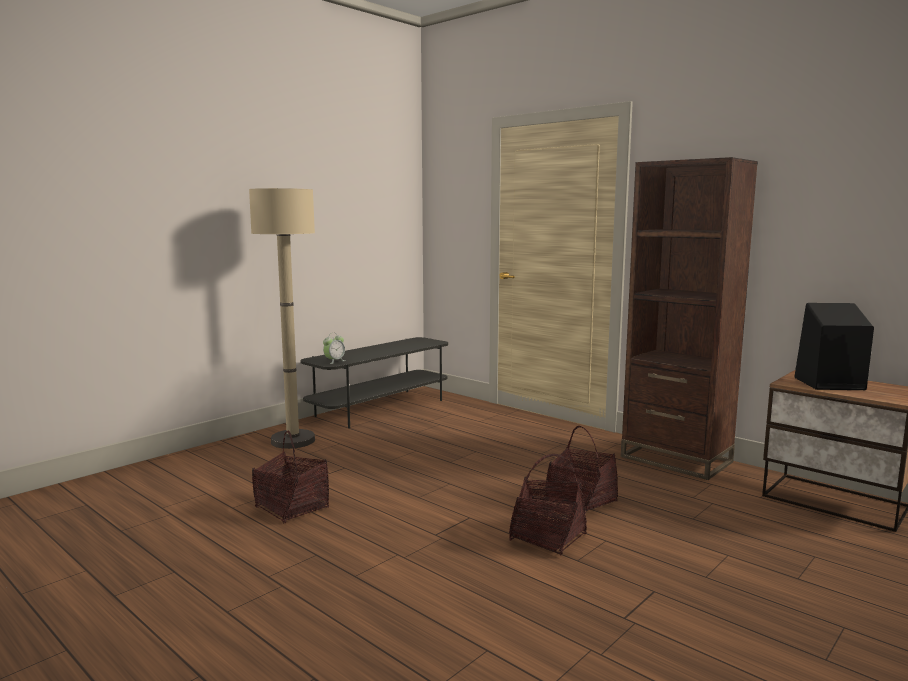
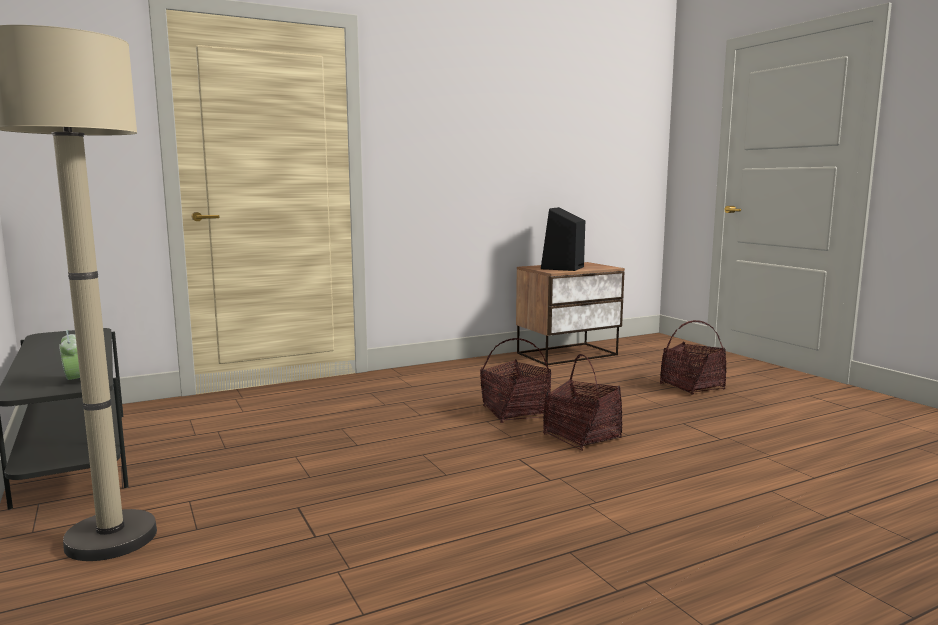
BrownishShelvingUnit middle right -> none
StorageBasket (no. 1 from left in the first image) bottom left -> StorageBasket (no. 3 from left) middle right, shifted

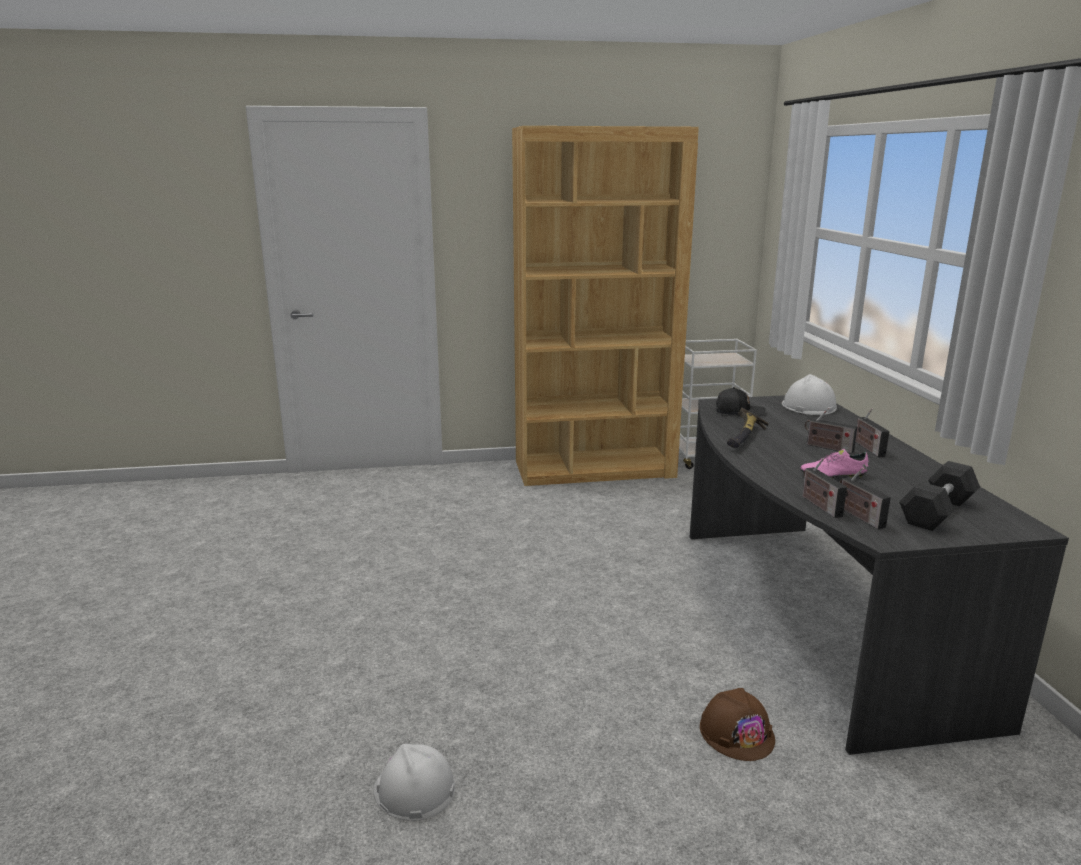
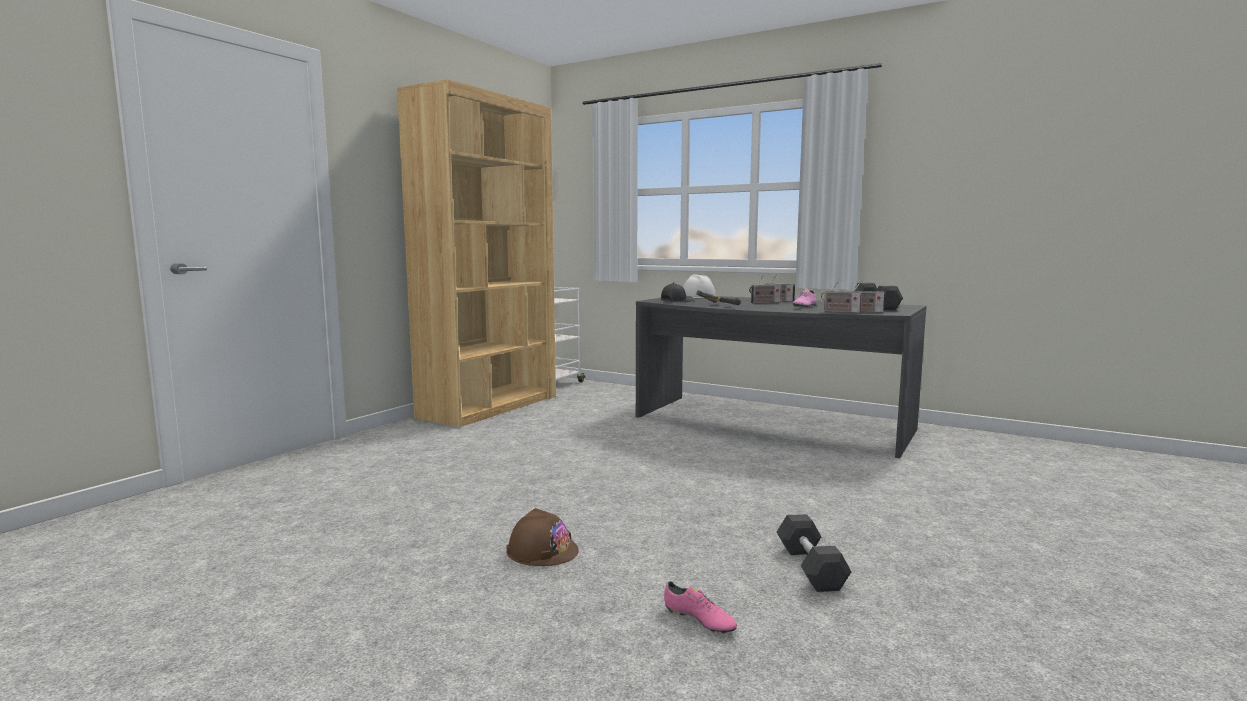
BrownishSafetyHelmet bottom right -> BrownishSafetyHelmet bottom centre, shifted
WhiteColouredSafetyHelmet (no. 1 from left) bottom centre -> GreyishDumbbell (no. 1 from left) bottom centre
none -> PinkColouredItemOfFootwear (no. 1 from left) bottom centre

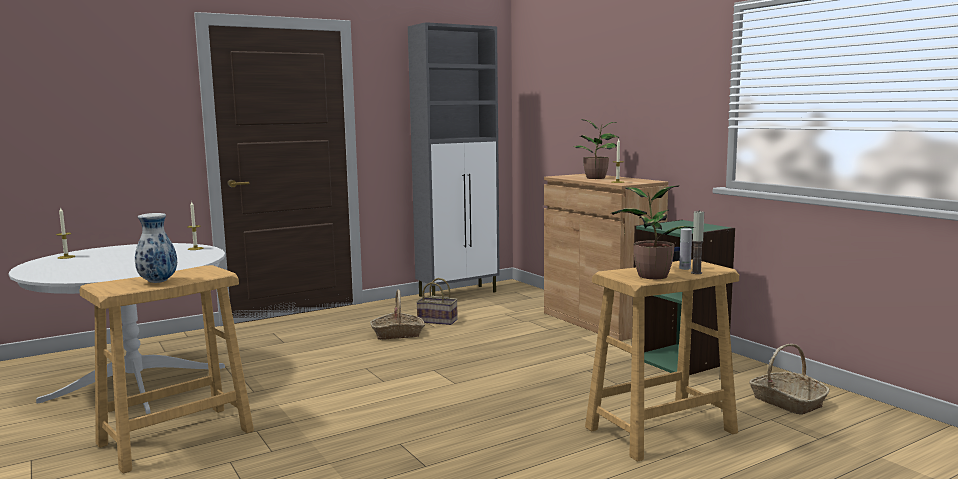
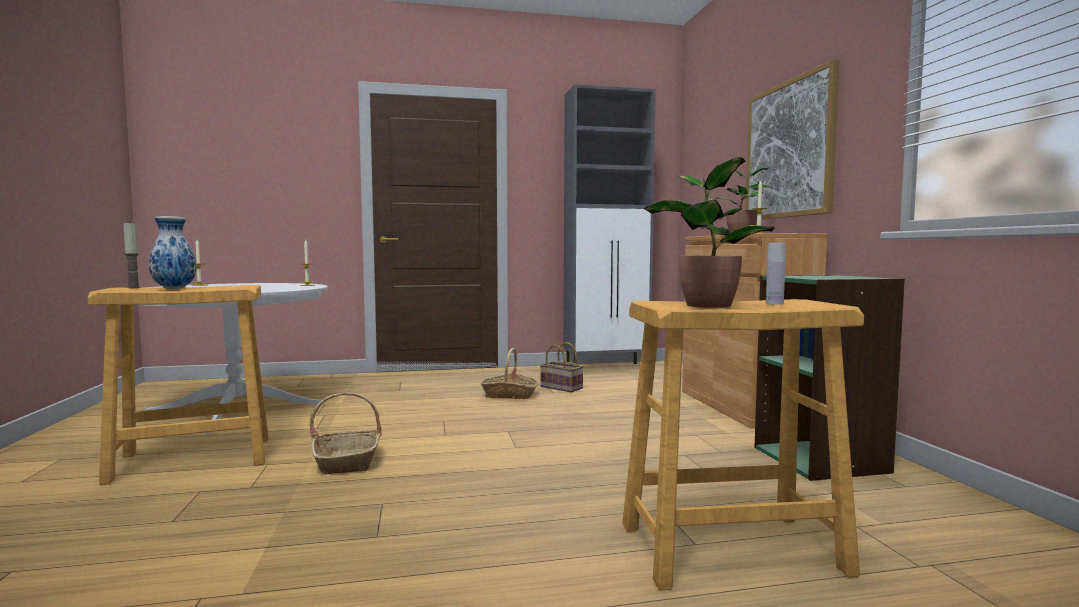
Candle (no. 4 from left in the first image) middle right -> Candle (no. 1 from left) middle left, shifted
StorageBasket (no. 3 from left in the first image) bottom right -> StorageBasket (no. 1 from left) bottom left, shifted
none -> Picture top right

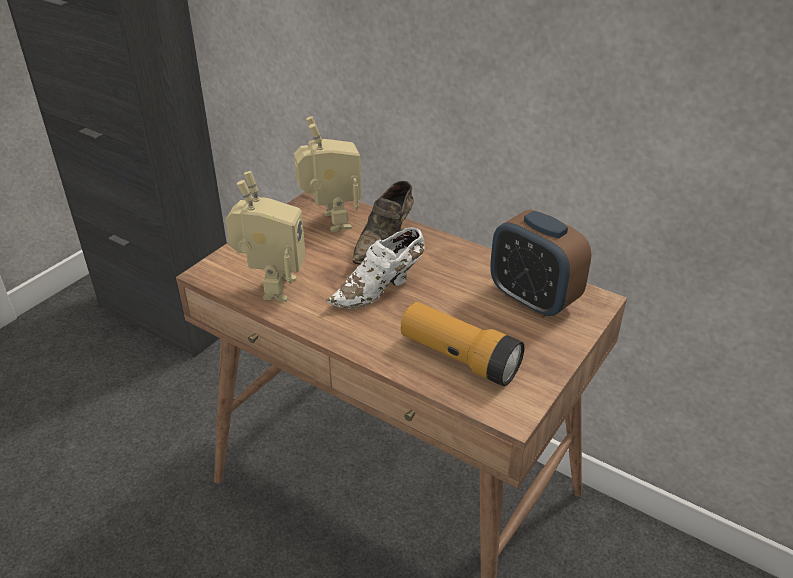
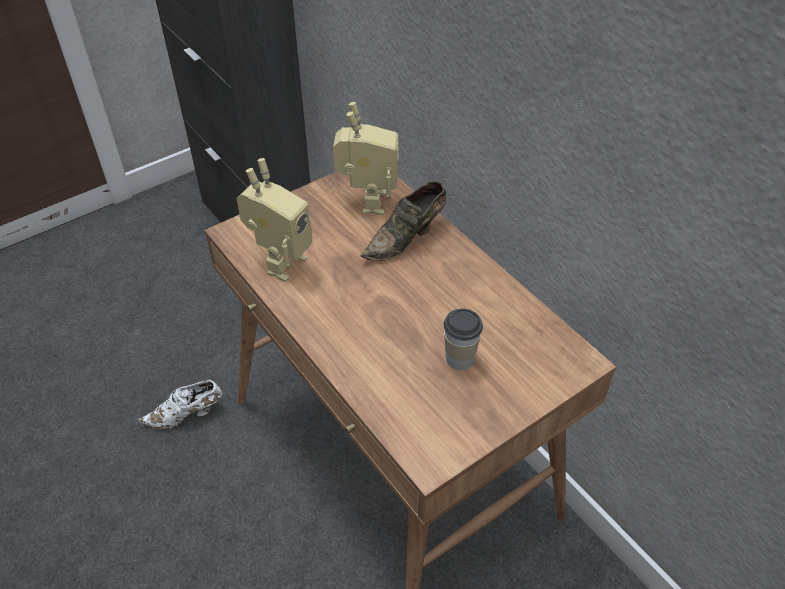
AlarmClock middle right -> none
WhiteColouredItemOfFootwear centre -> WhiteColouredItemOfFootwear bottom left, shifted
Flashlight centre -> none
none -> SmallCup centre

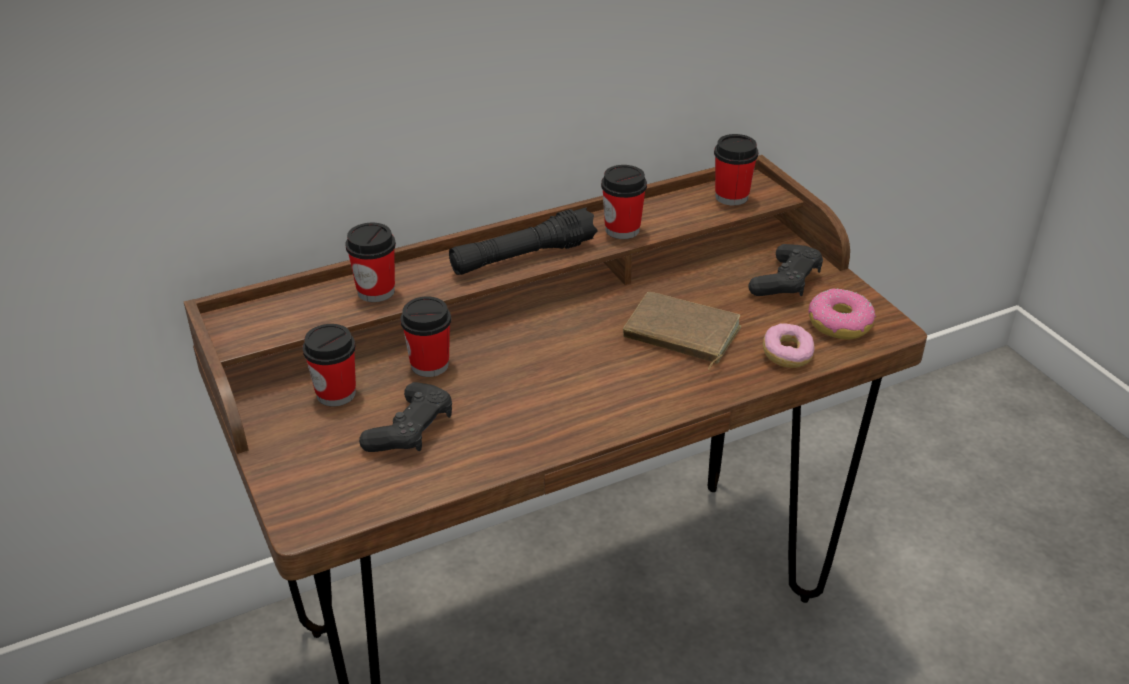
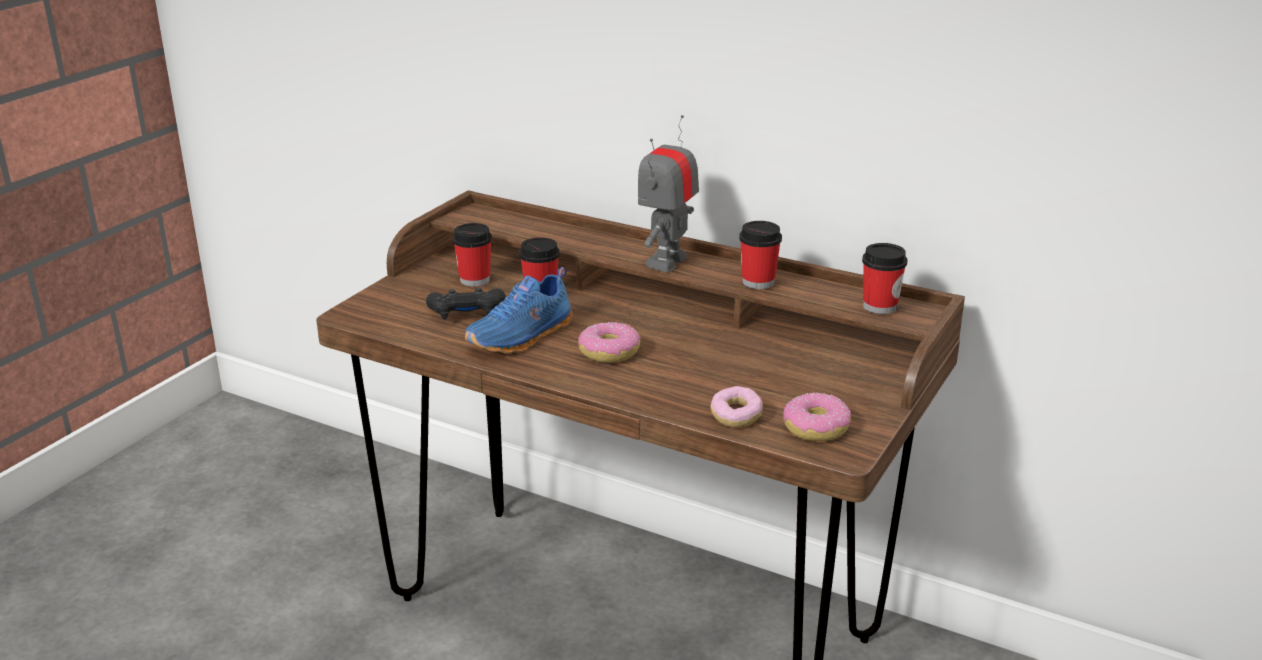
BlackFlashlight centre -> ToyRobot top centre
SmallCup (no. 2 from left) middle left -> none
BlackGamepad (no. 2 from left) middle right -> none
BrownishVolume centre -> none
none -> BlueColouredItemOfFootwear centre
none -> Doughnut (no. 1 from left) centre

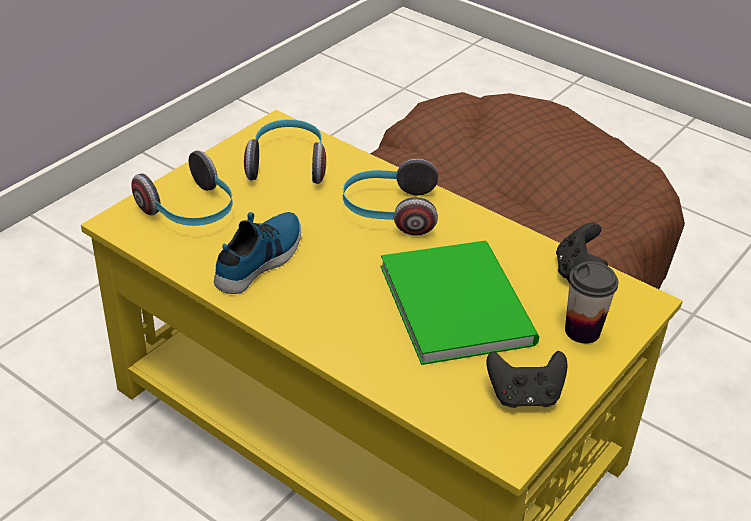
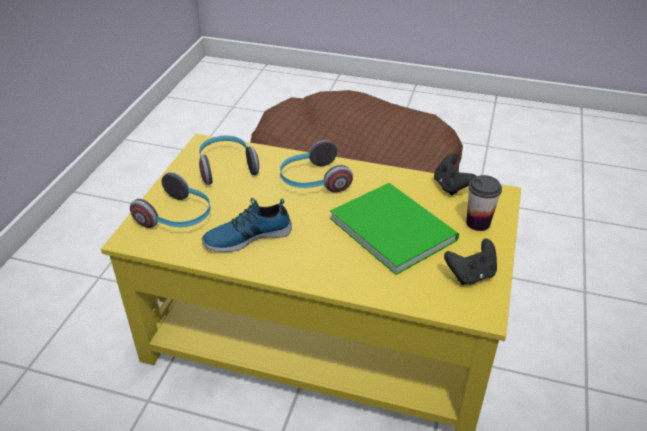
ItemOfFootwear centre, 120 degrees counterclockwise

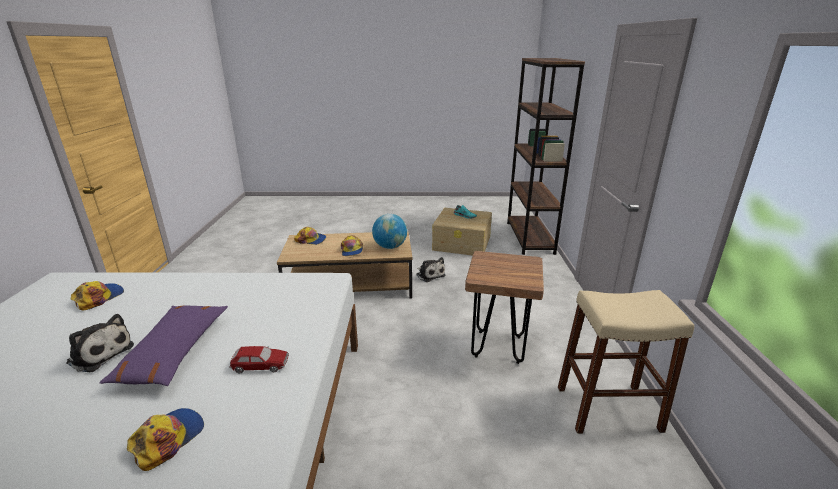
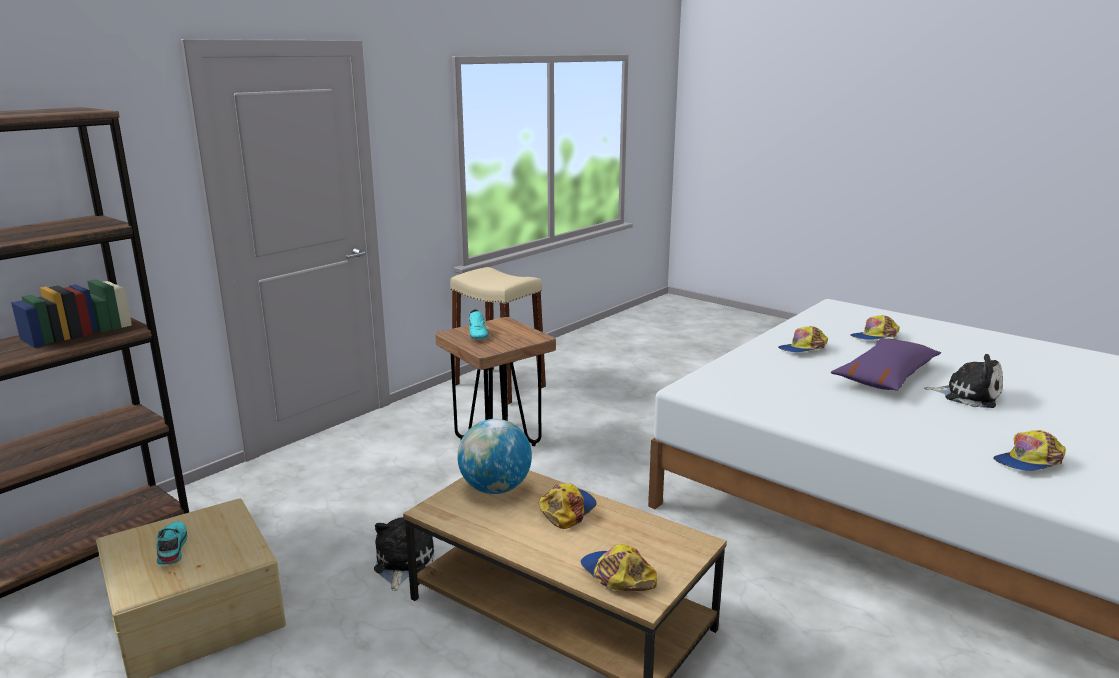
CuddlyToy (no. 1 from left in the first image) bottom left -> CuddlyToy (no. 2 from left) middle right, 150 degrees clockwise
ModelCar bottom left -> Cap (no. 3 from left) middle right
none -> TurquoiseItemOfFootwear (no. 2 from left) centre

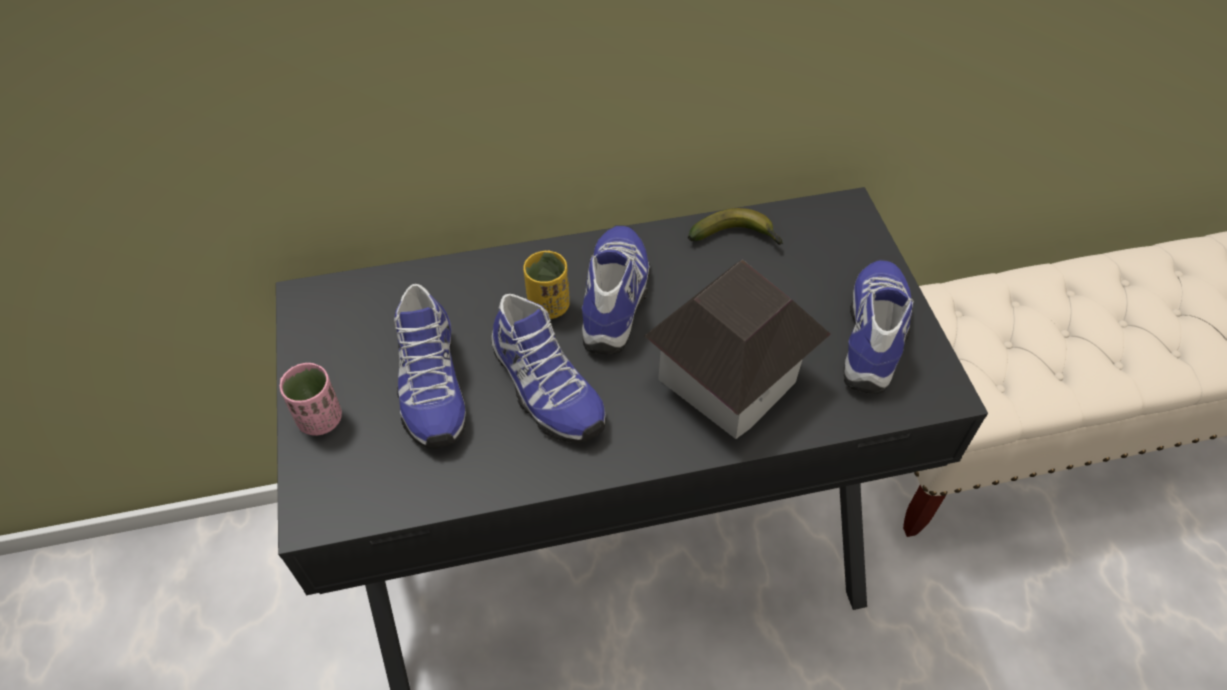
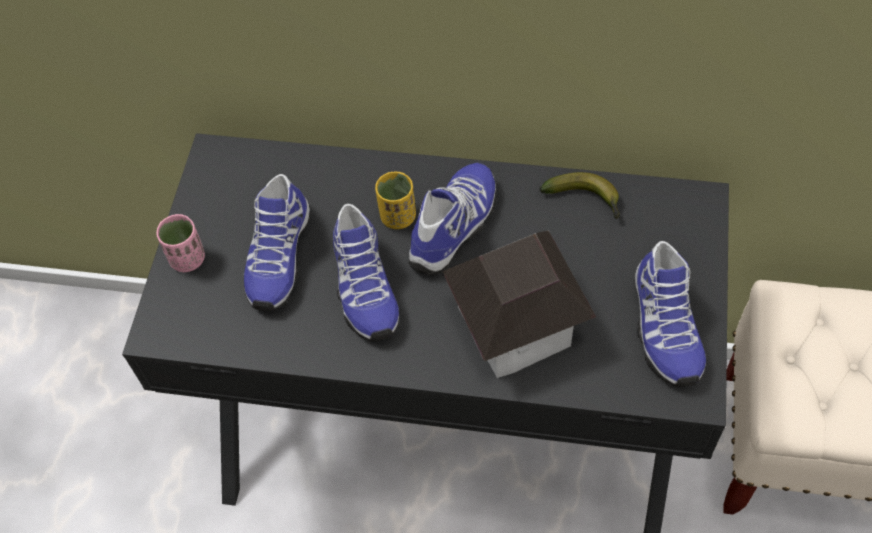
ItemOfFootwear (no. 4 from left) middle right, 135 degrees clockwise

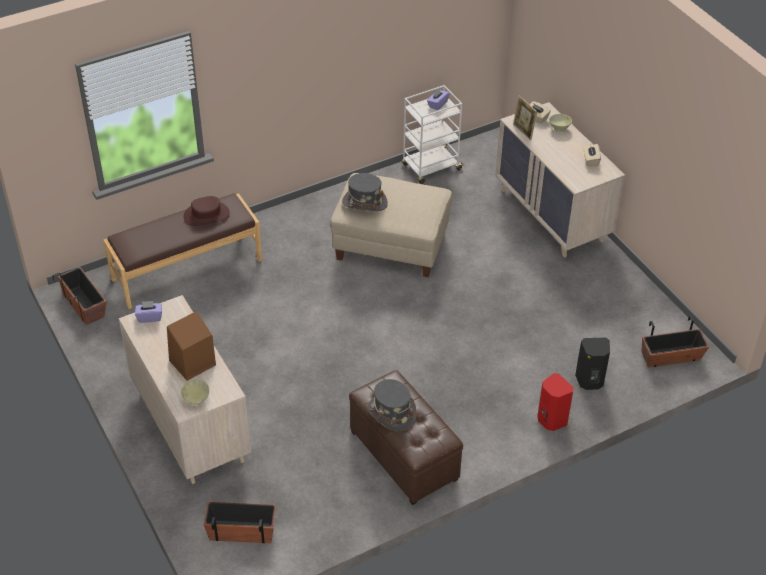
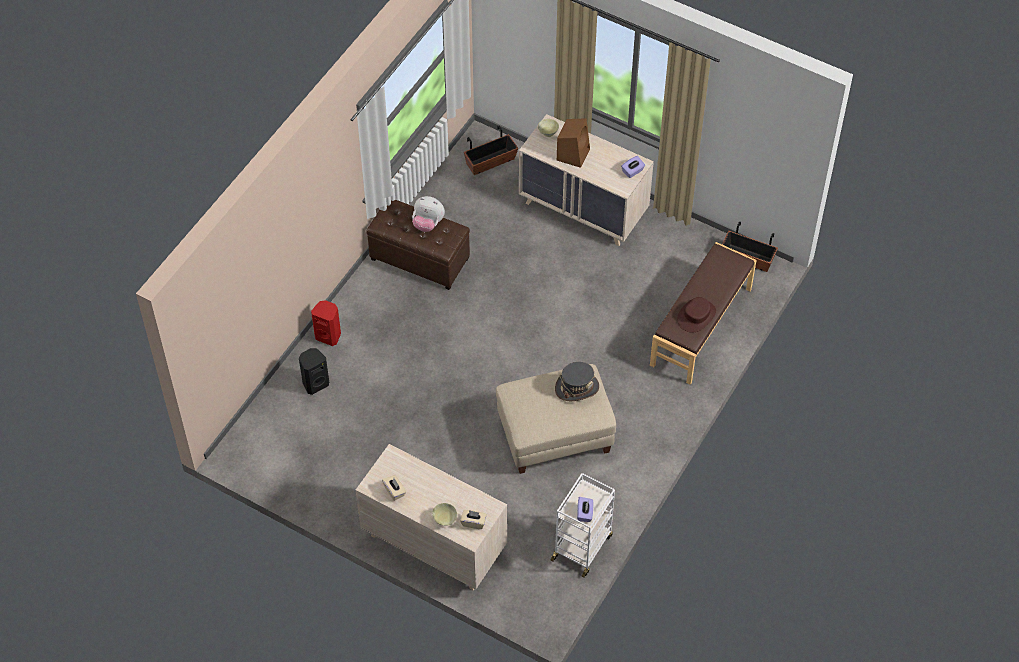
PictureFrame top right -> none
PlantPot (no. 3 from left) middle right -> none
GreyishClothingHat (no. 2 from left) bottom centre -> CuddlyToy top centre

